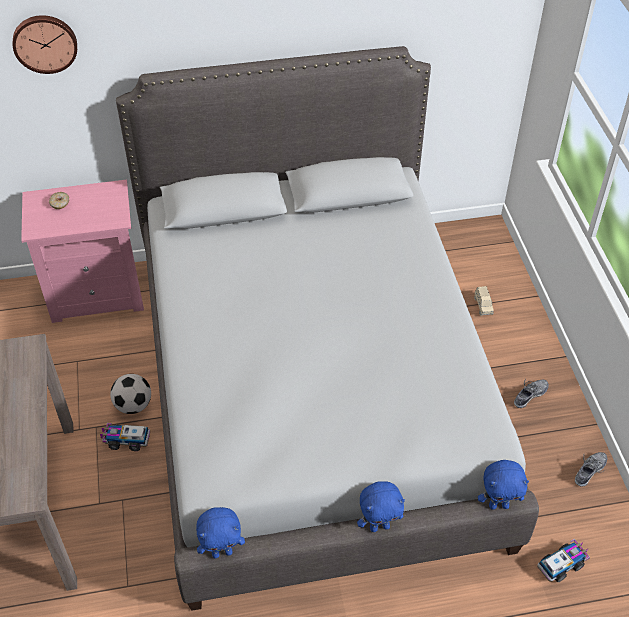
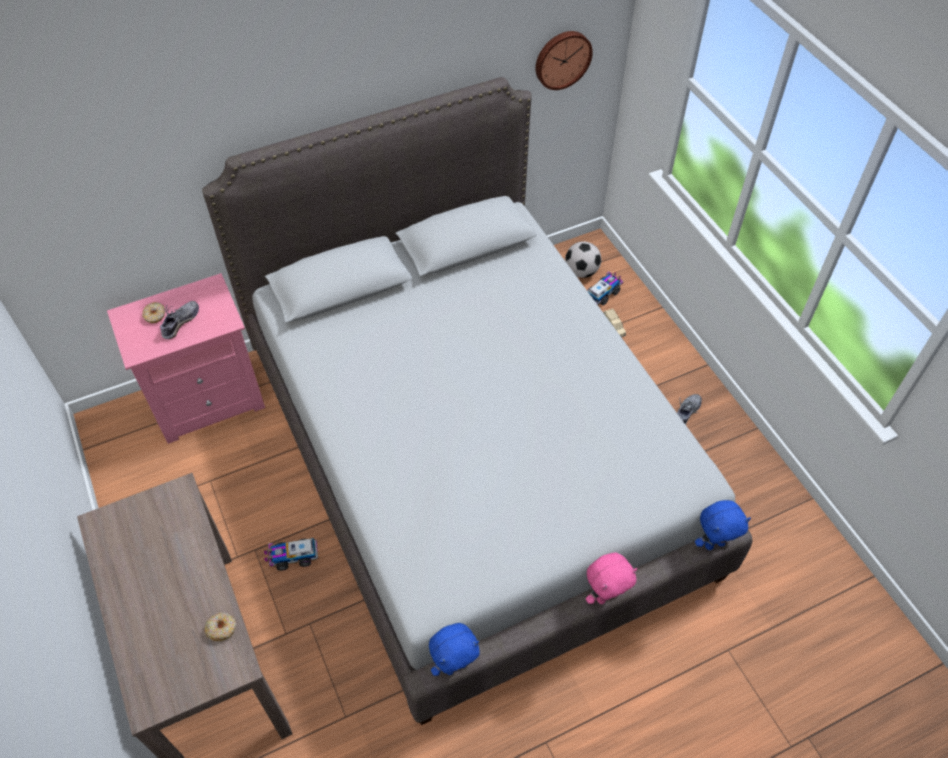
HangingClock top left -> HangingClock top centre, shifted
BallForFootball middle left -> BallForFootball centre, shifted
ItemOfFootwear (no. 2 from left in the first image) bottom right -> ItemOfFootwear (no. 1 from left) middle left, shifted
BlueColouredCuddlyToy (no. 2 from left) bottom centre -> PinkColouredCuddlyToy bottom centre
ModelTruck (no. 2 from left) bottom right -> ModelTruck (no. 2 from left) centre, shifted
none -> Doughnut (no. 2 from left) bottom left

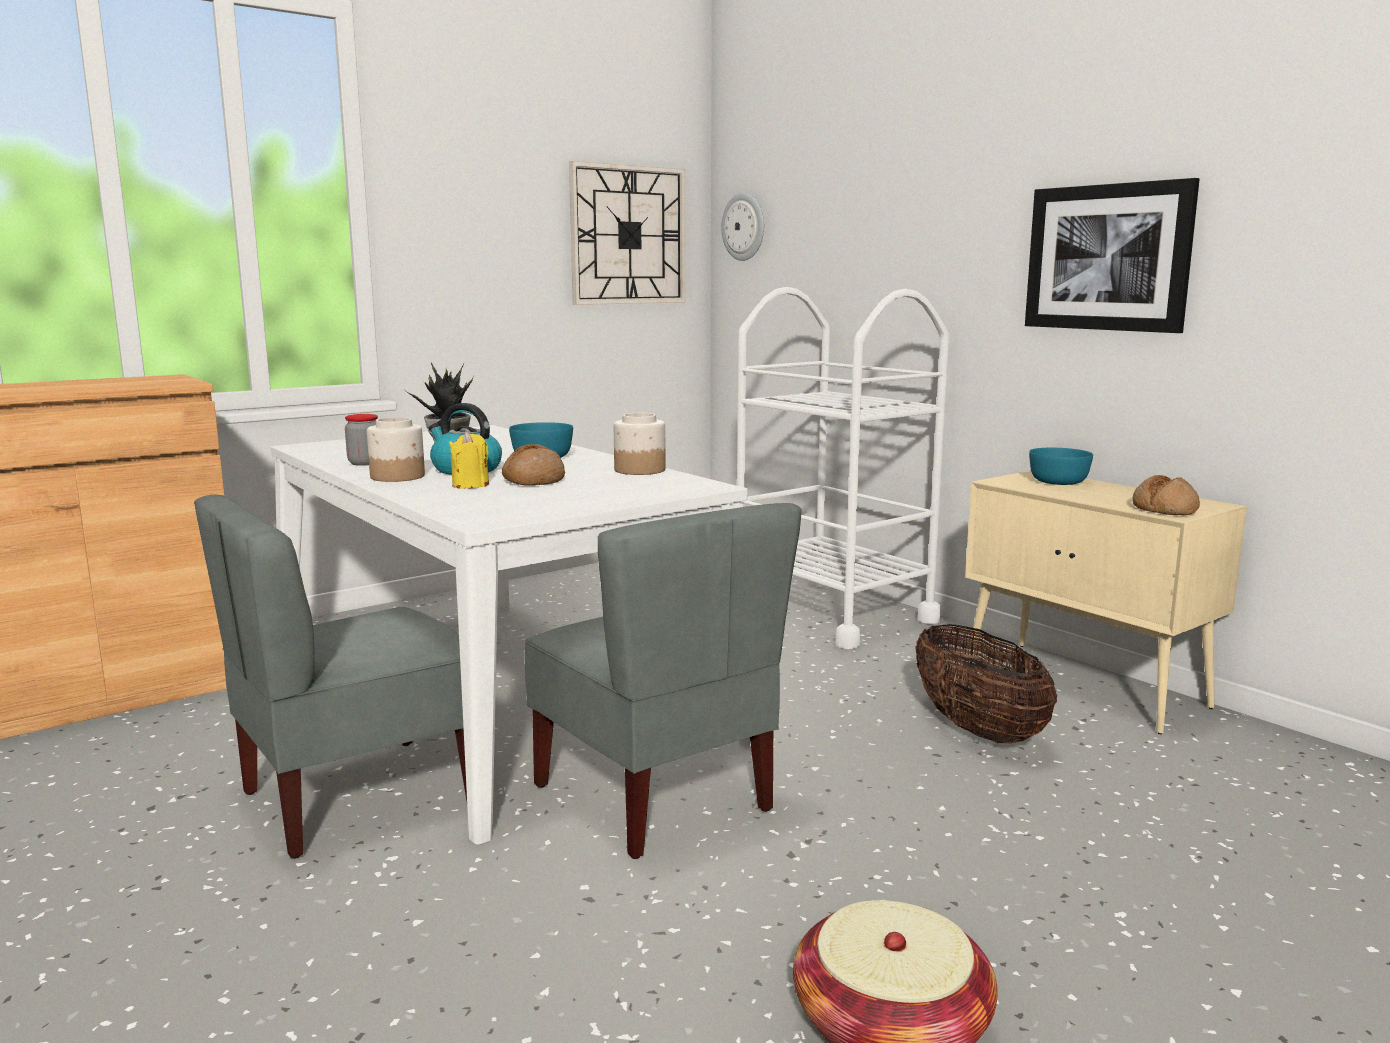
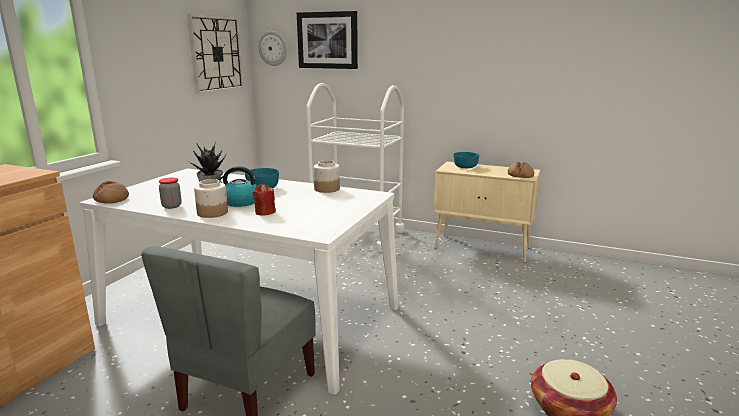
Picture top right -> Picture top centre, shifted
YellowColouredCandle centre -> ReddishCandle centre
BakeryBread (no. 1 from left) centre -> BakeryBread (no. 1 from left) middle left, shifted
GreyishChair (no. 2 from left) centre -> none
StorageBasket (no. 2 from left) middle right -> none

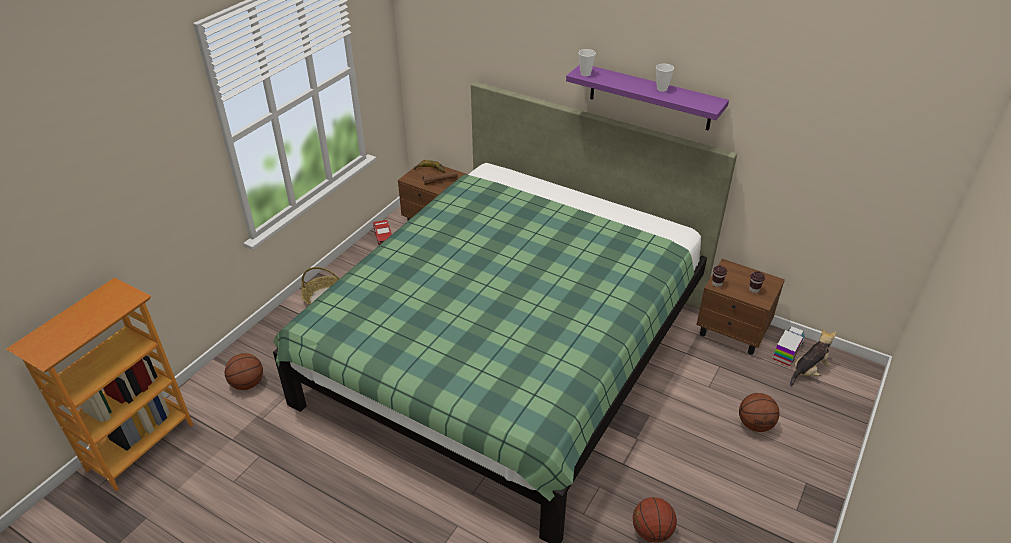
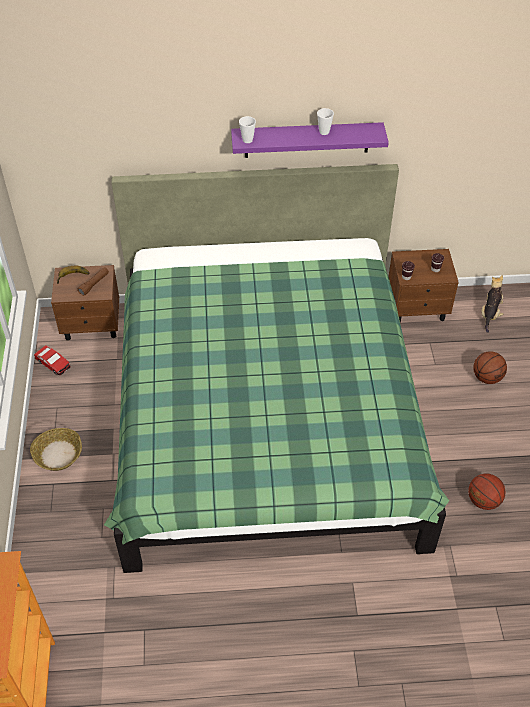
ModelTruck middle right -> none
BallForBasketball (no. 1 from left) bottom left -> none

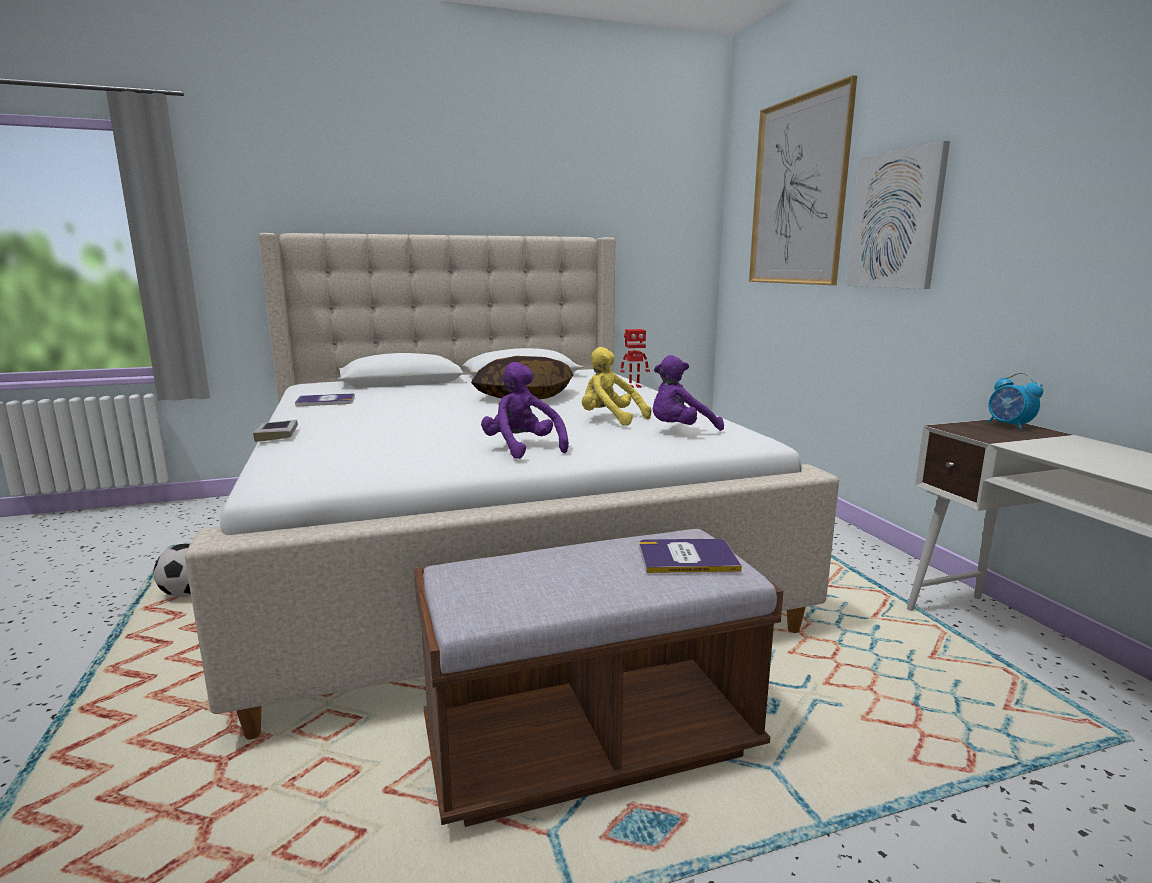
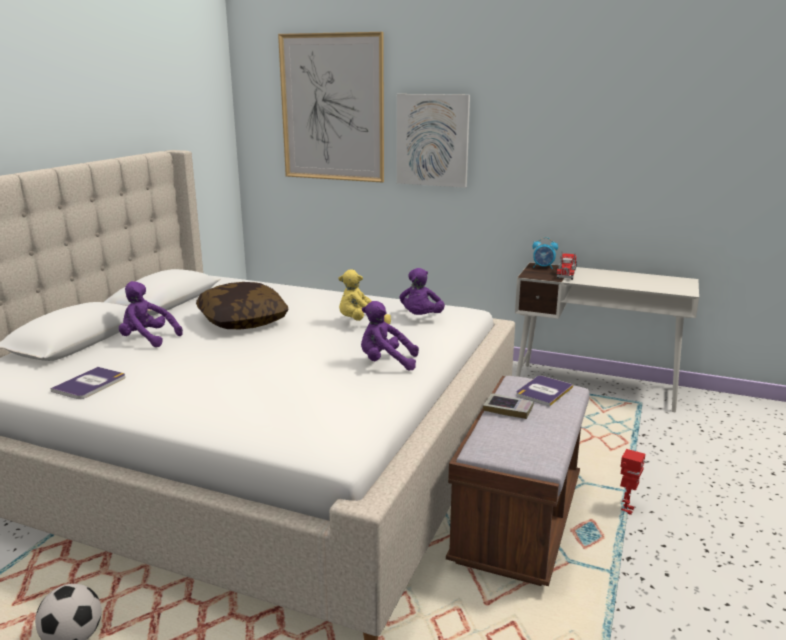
ToyRobot centre -> ToyRobot bottom right, shifted
Volume (no. 1 from left in the first image) middle left -> Volume (no. 2 from left) centre, shifted
none -> ModelTruck middle right
none -> PurplishCuddlyToy (no. 1 from left) middle left

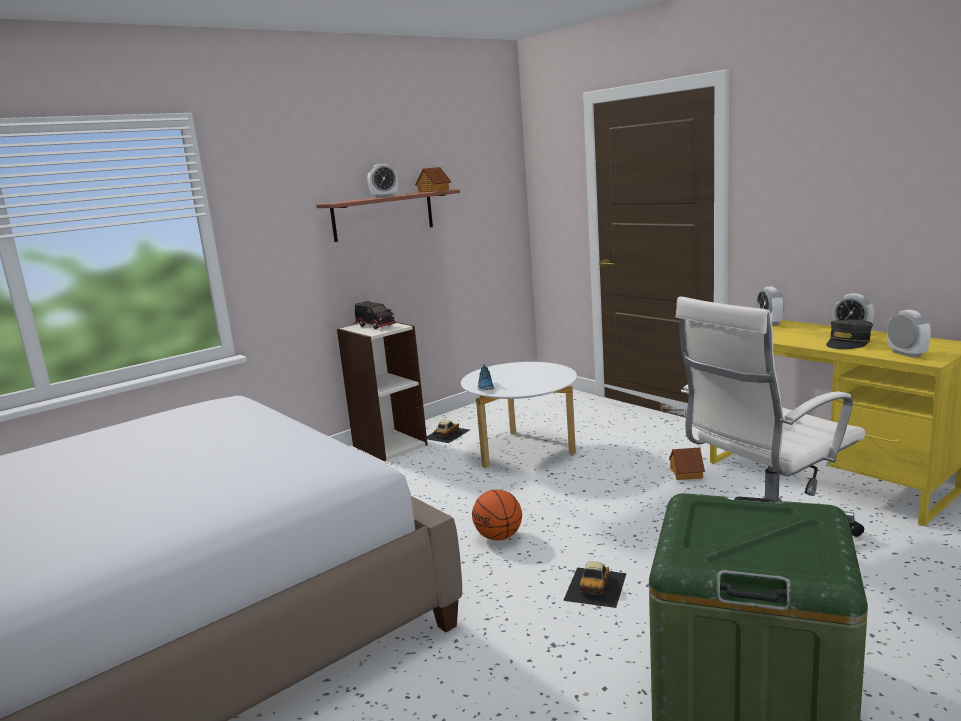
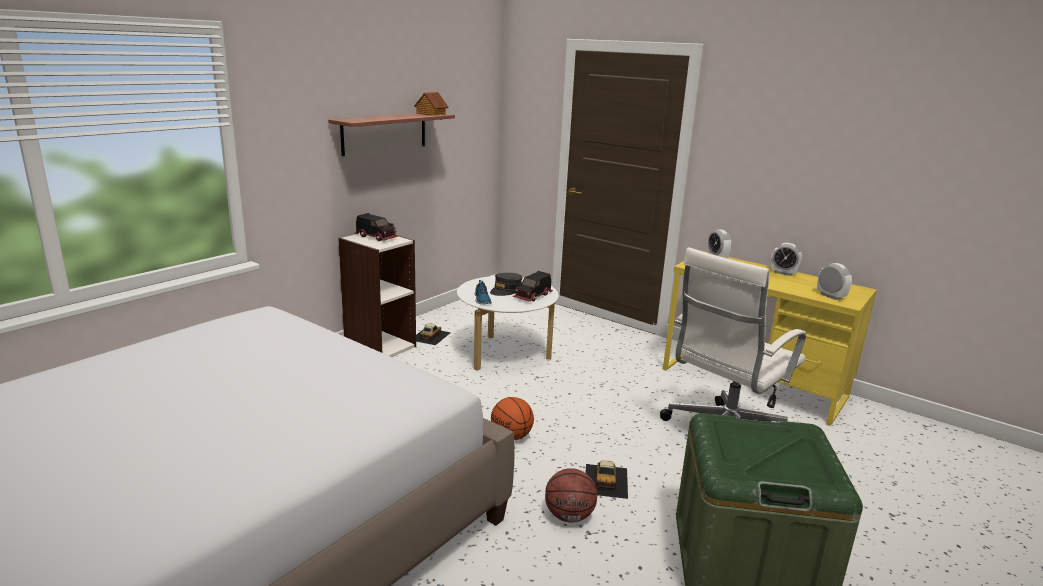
AlarmClock (no. 1 from left) top centre -> none
GreyishCap middle right -> GreyishCap centre, shifted
ToyHouse (no. 2 from left) middle right -> none
none -> ModelTruck (no. 2 from left) centre
none -> BallForBasketball (no. 2 from left) bottom centre

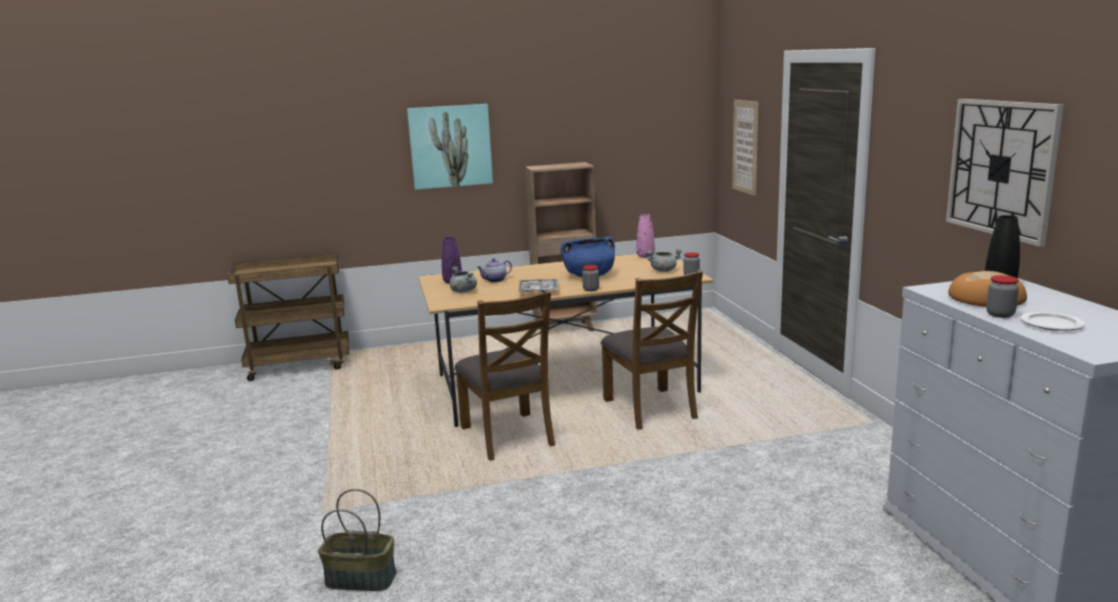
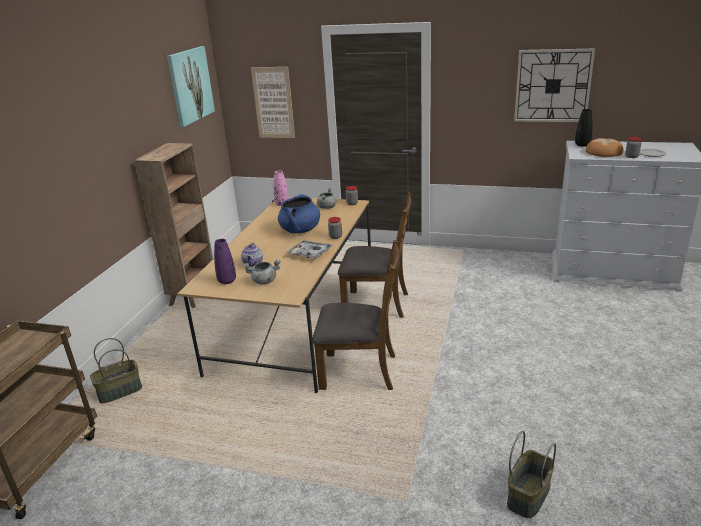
Picture (no. 1 from left) top centre -> Picture (no. 1 from left) top left, shifted
none -> StorageBasket (no. 1 from left) bottom left

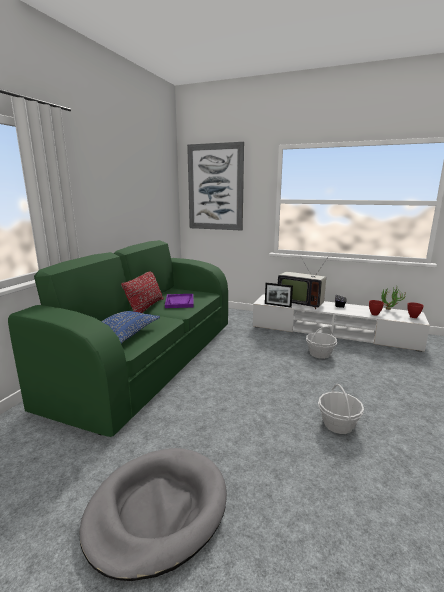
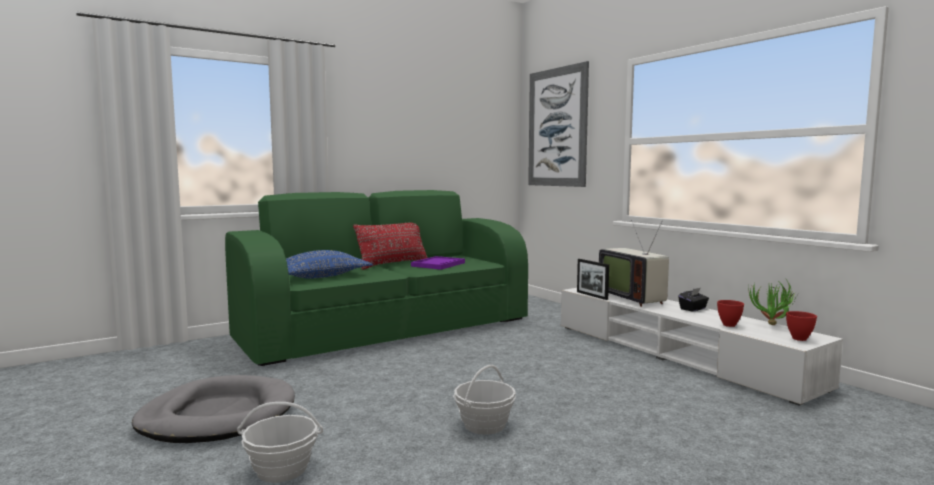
StorageBasket (no. 1 from left) middle right -> StorageBasket (no. 1 from left) bottom left, shifted

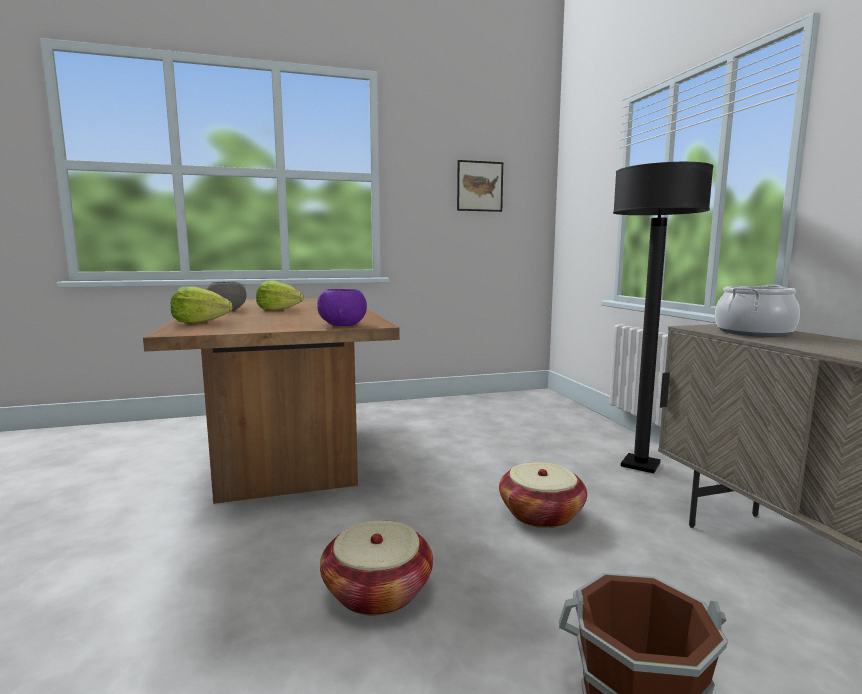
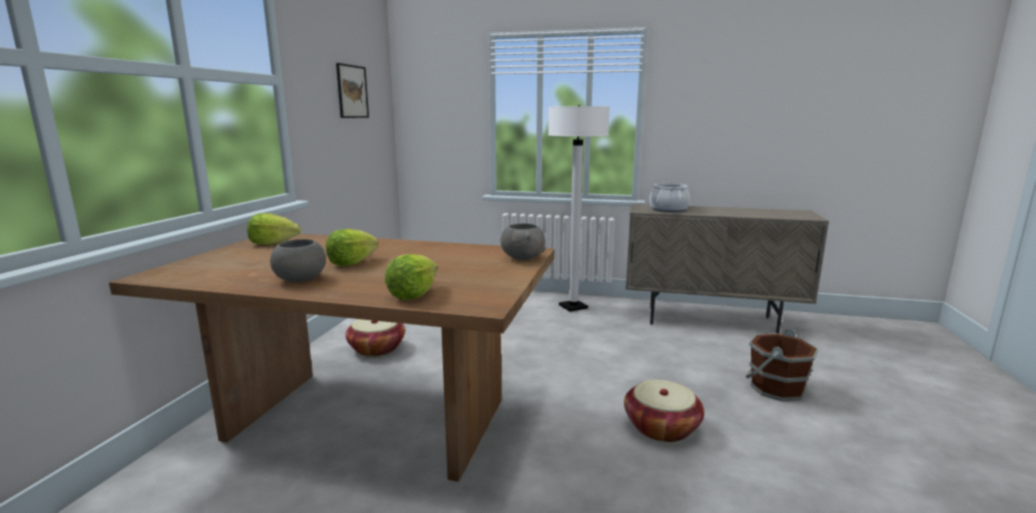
BlackStandingLamp middle right -> WhiteColouredStandingLamp centre
PurplishDeepDish centre -> GreyishDeepDish (no. 2 from left) centre
StorageBasket (no. 2 from left in the first image) bottom centre -> StorageBasket (no. 1 from left) centre, shifted
none -> HeadOfLettuce (no. 1 from left) middle left

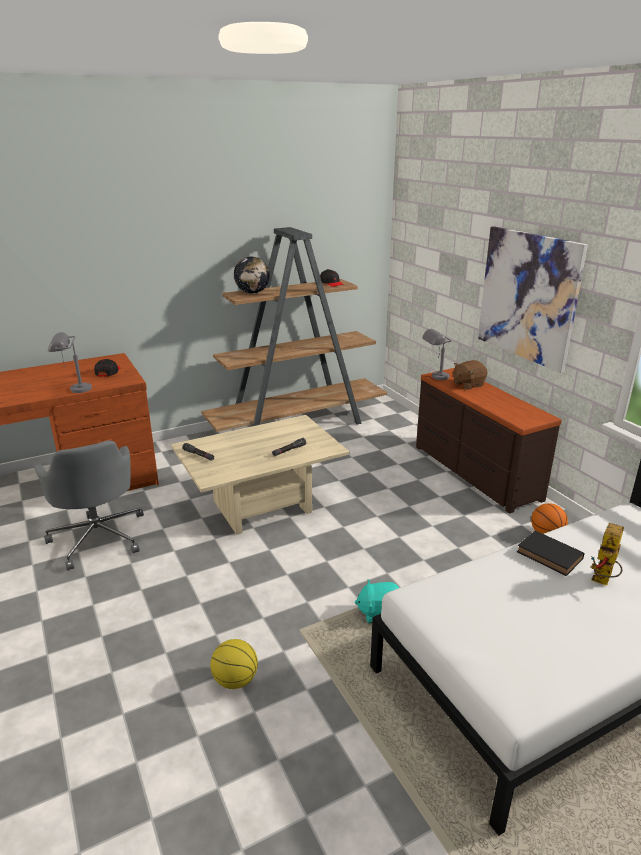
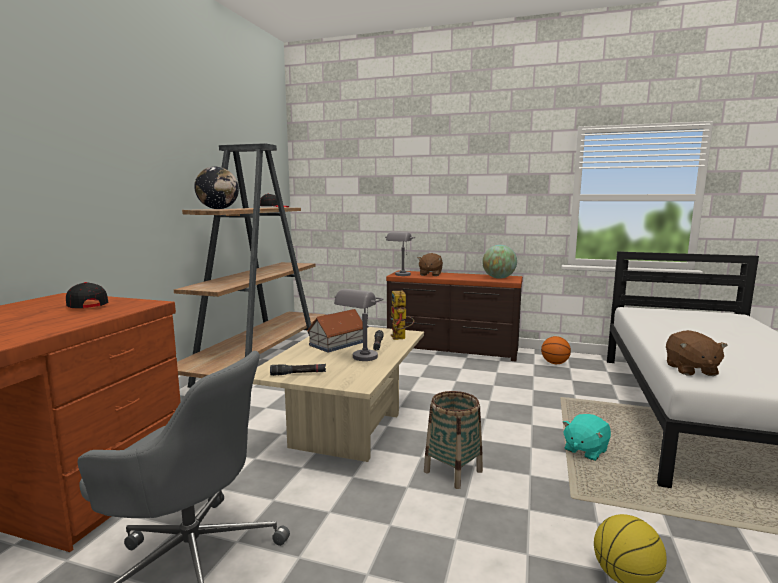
Picture middle right -> none
GreyishTableLamp (no. 1 from left) middle left -> GreyishTableLamp (no. 1 from left) centre, shifted
ToyRobot middle right -> ToyRobot centre, shifted
BlackVolume middle right -> none
none -> DeskGlobe (no. 2 from left) centre
none -> ToyHouse centre
none -> BrownishCuddlyToy (no. 2 from left) middle right
none -> StorageBasket bottom centre

